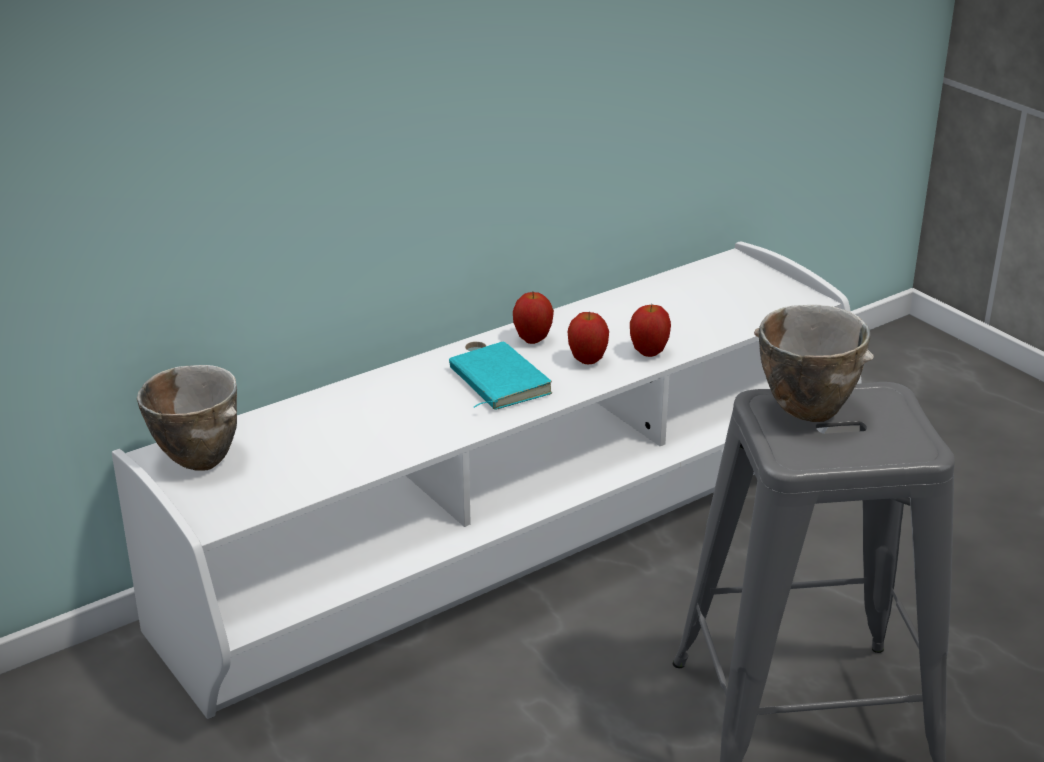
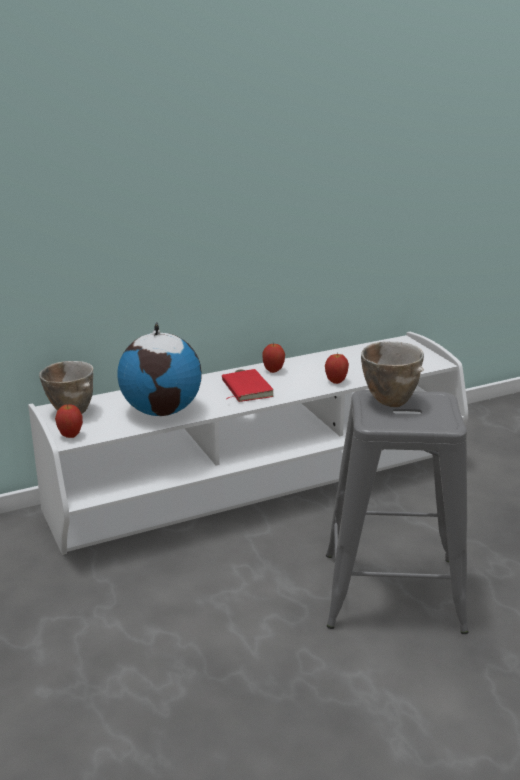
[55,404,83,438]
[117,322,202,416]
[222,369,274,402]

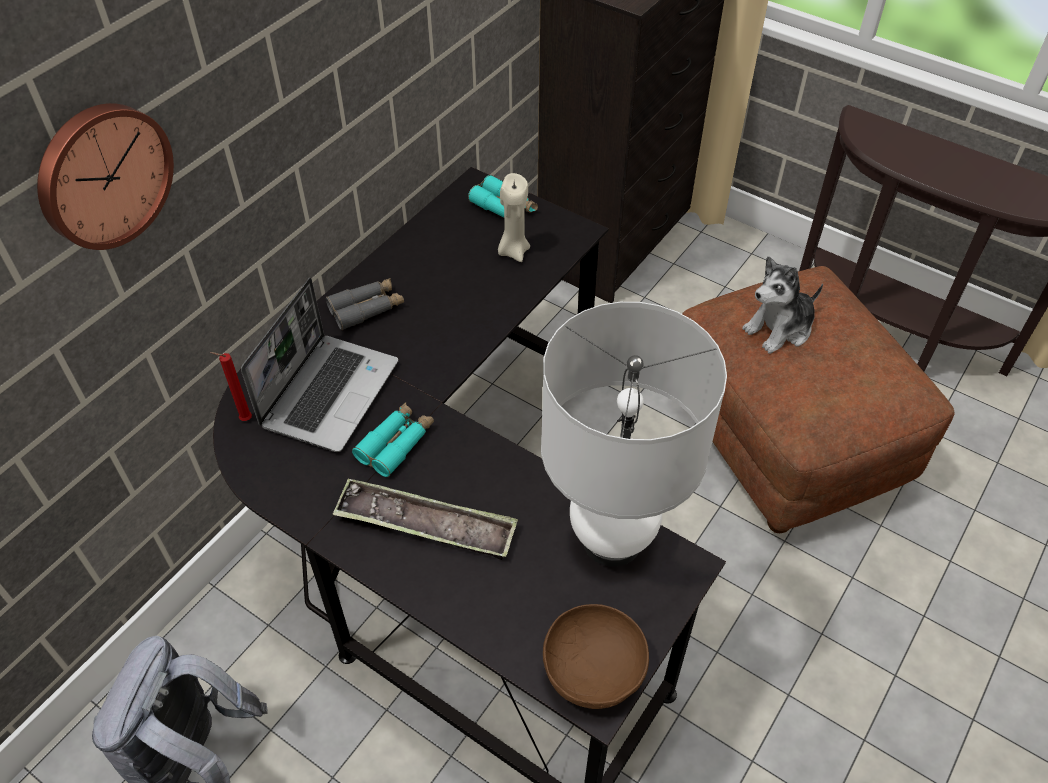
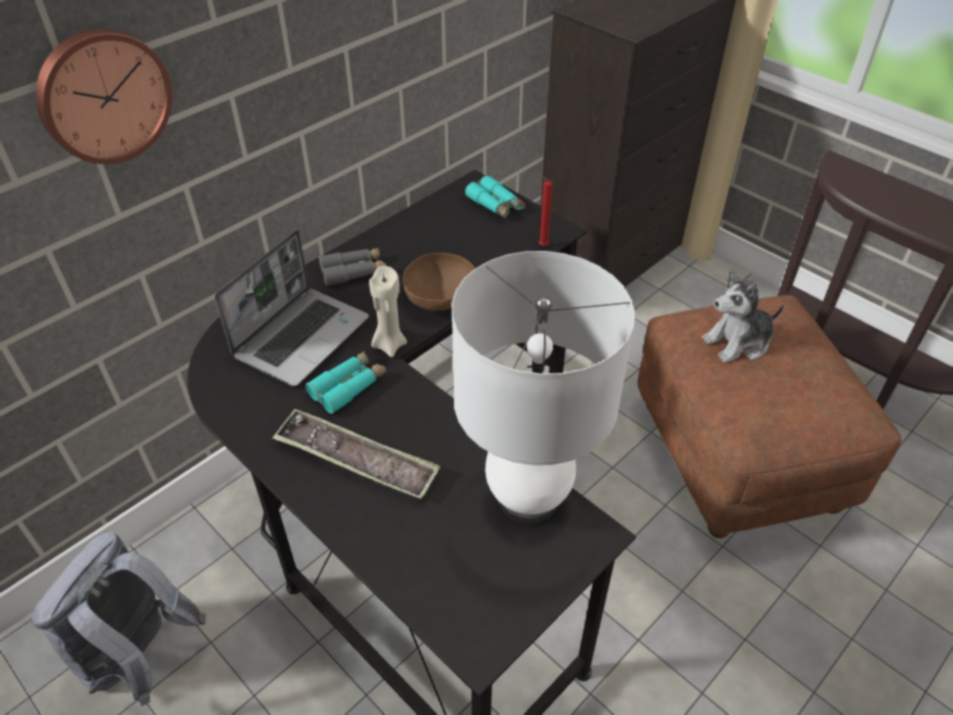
[369,266,407,357]
[403,253,475,311]
[539,176,553,246]

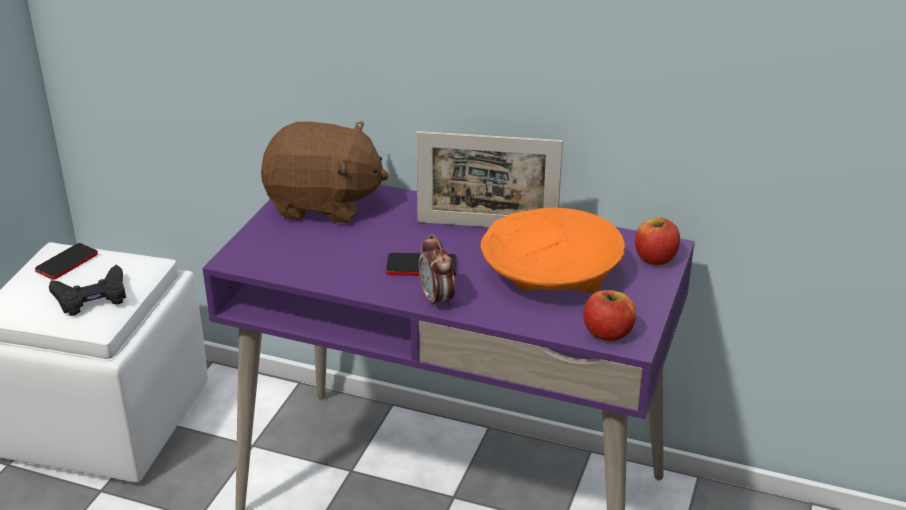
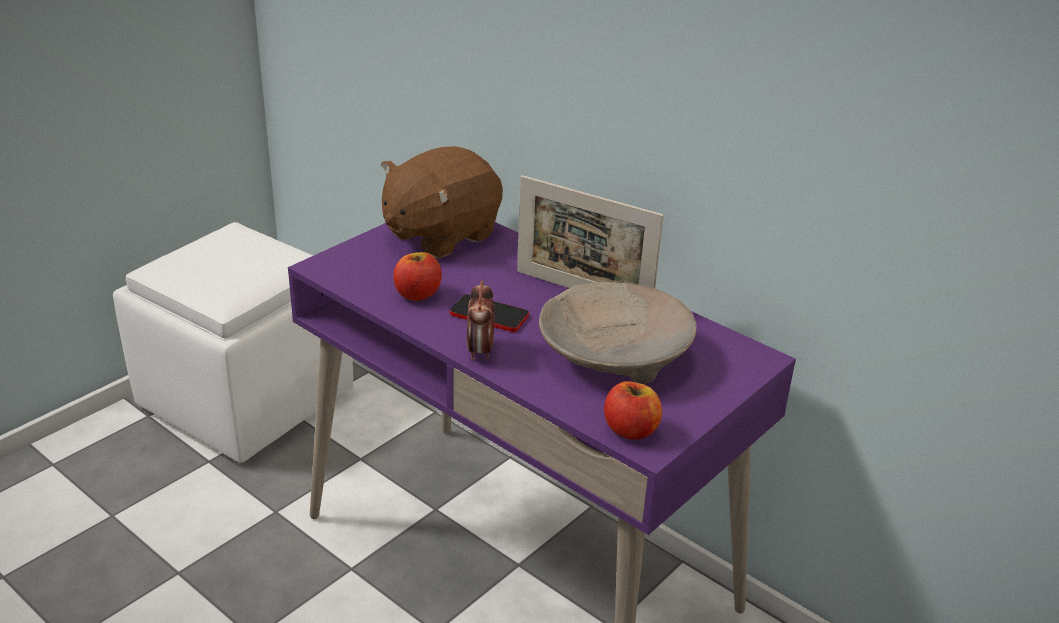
[381,146,503,258]
[393,252,442,301]
[539,282,697,384]
[35,243,98,280] (first image)
[49,265,126,316] (first image)

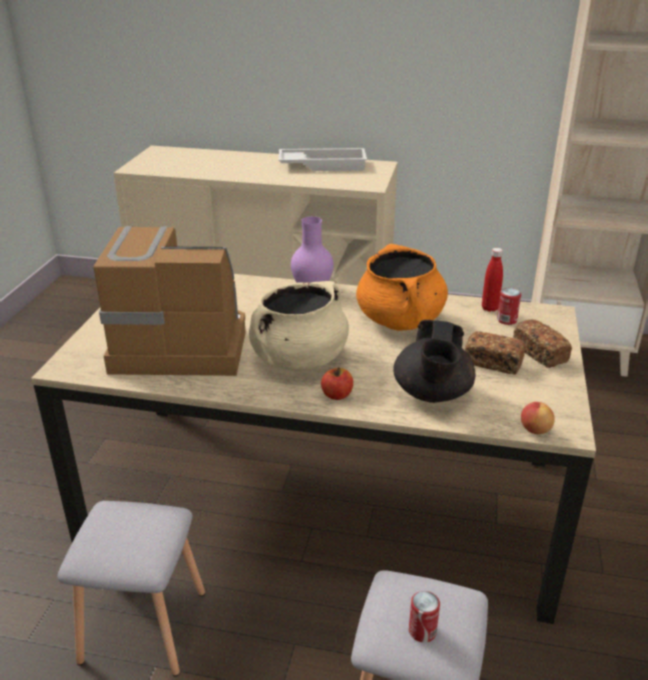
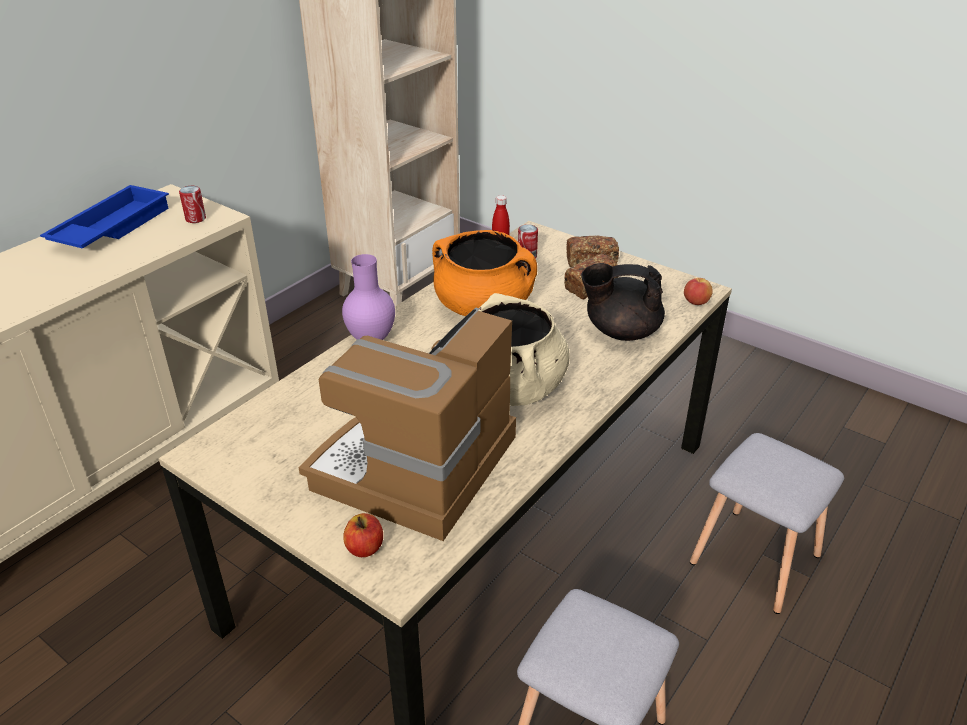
[40,185,169,249]
[179,186,206,223]
[343,513,383,557]
[582,263,665,341]

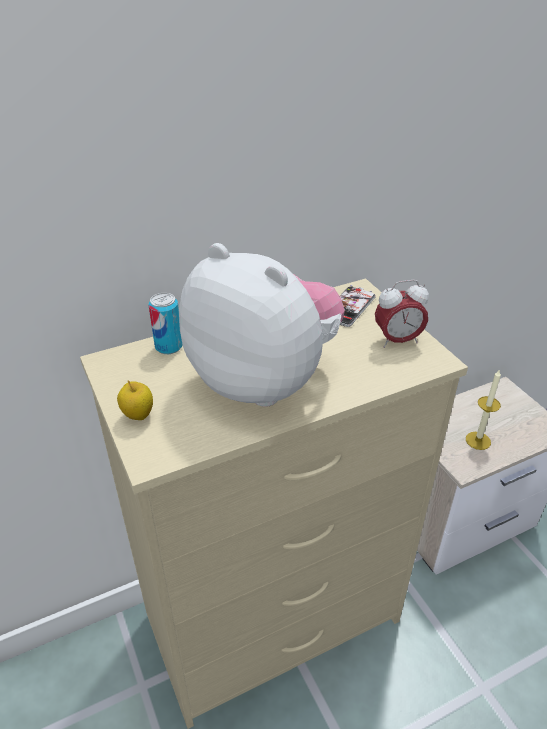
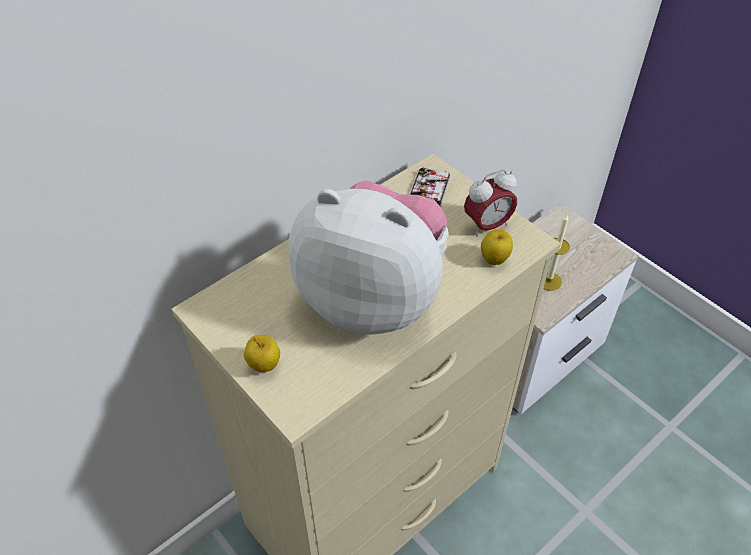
[481,229,513,265]
[148,293,183,354] (first image)

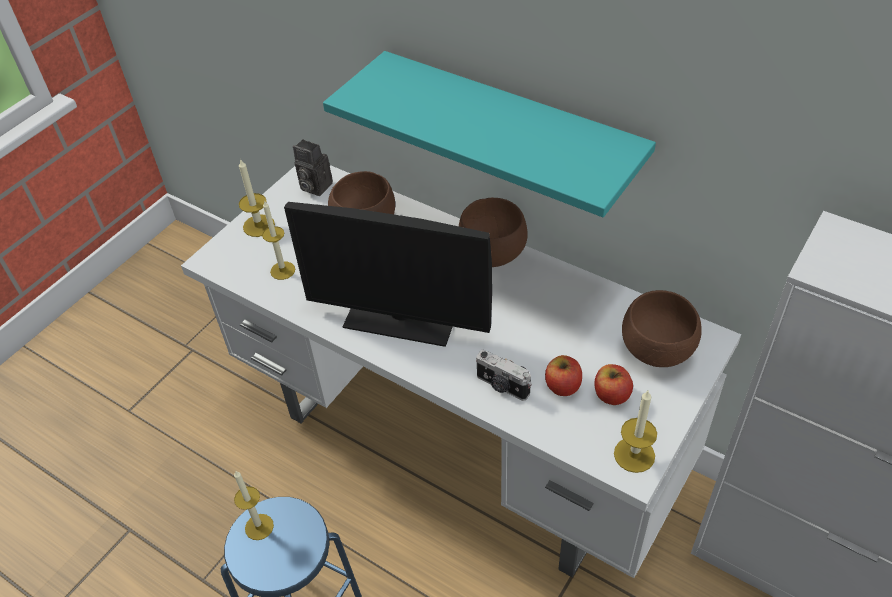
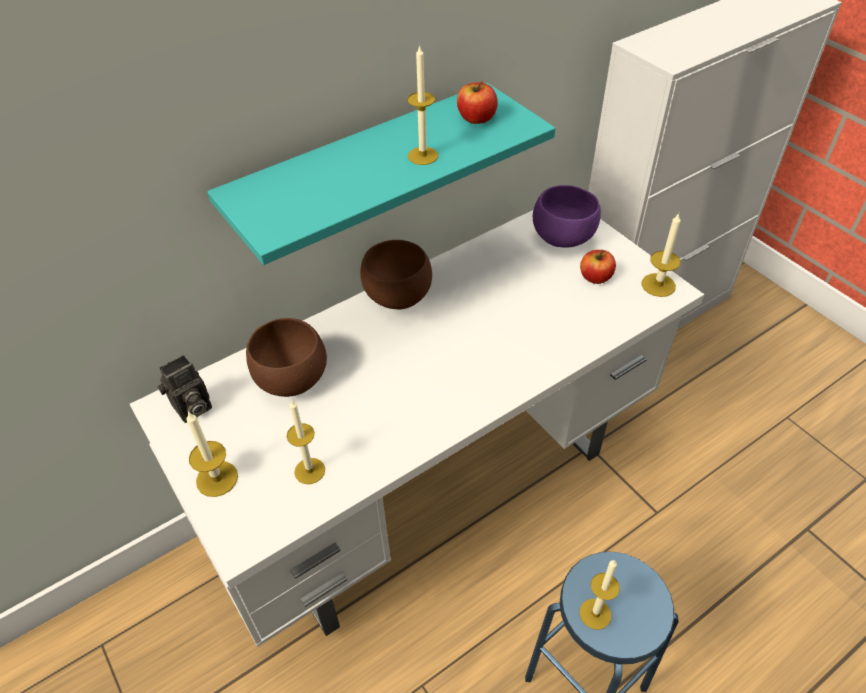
[408,45,438,165]
[457,81,498,124]
[533,185,601,247]
[284,202,492,347] (first image)
[476,350,532,401] (first image)

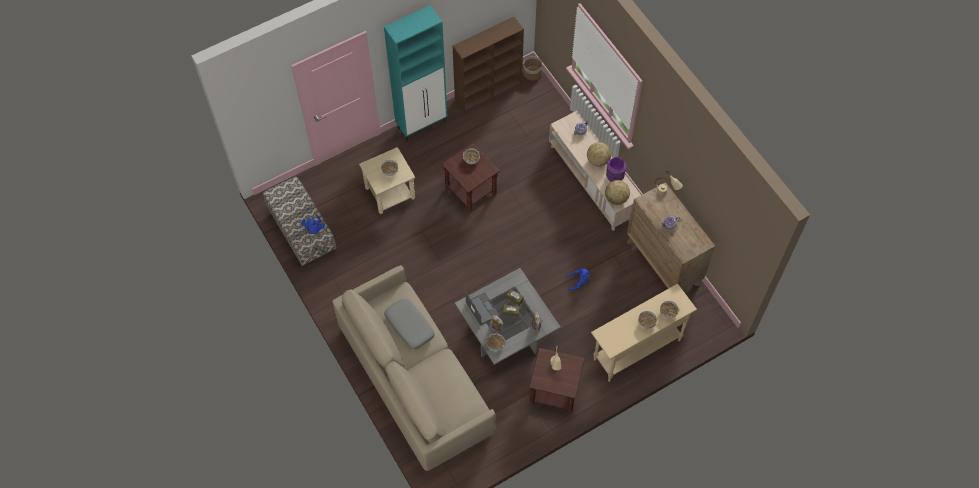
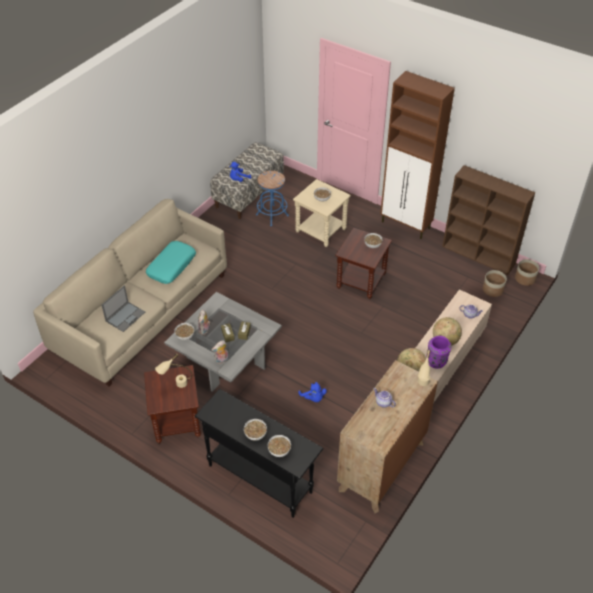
[102,285,145,332]
[146,241,196,284]
[194,389,324,518]
[256,171,289,226]
[380,71,455,239]
[483,270,507,297]

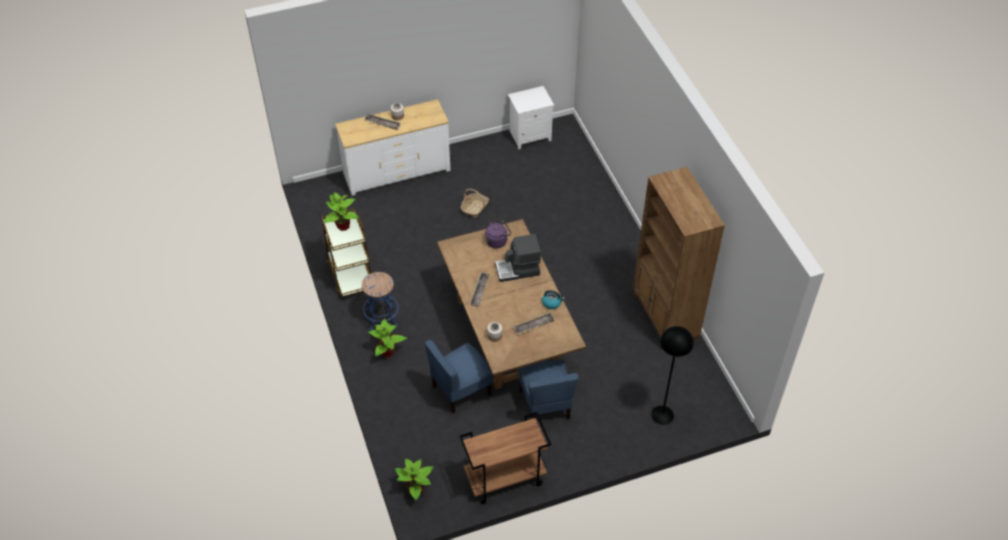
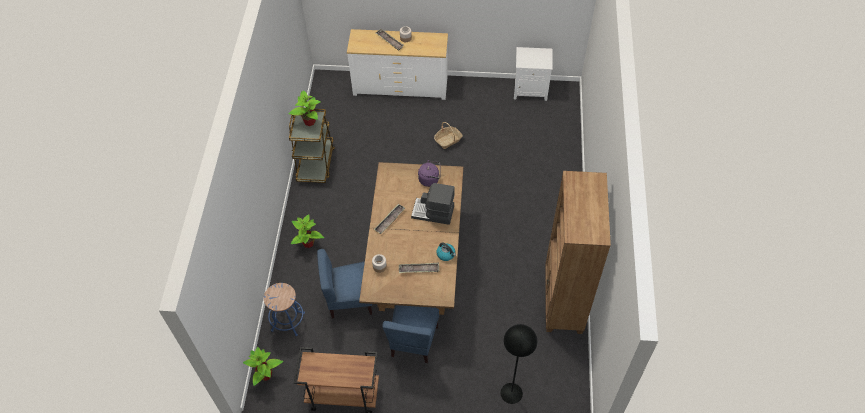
[264,283,305,336]

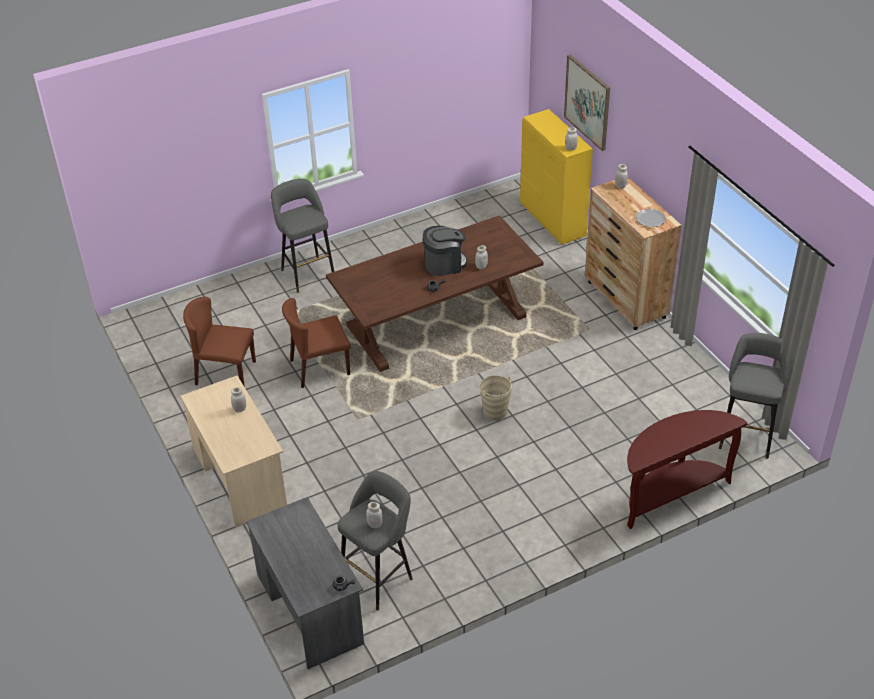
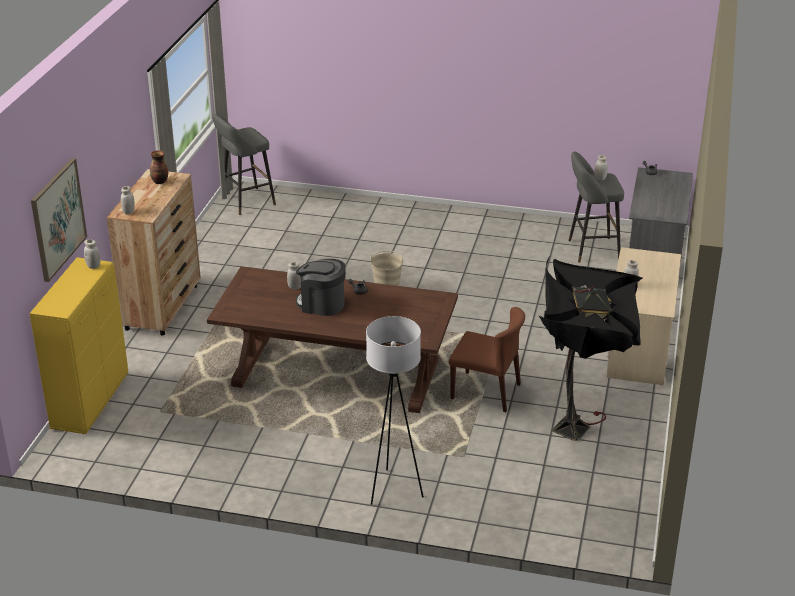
[150,151,168,184]
[366,316,424,505]
[539,256,642,441]
[627,410,748,529] (first image)

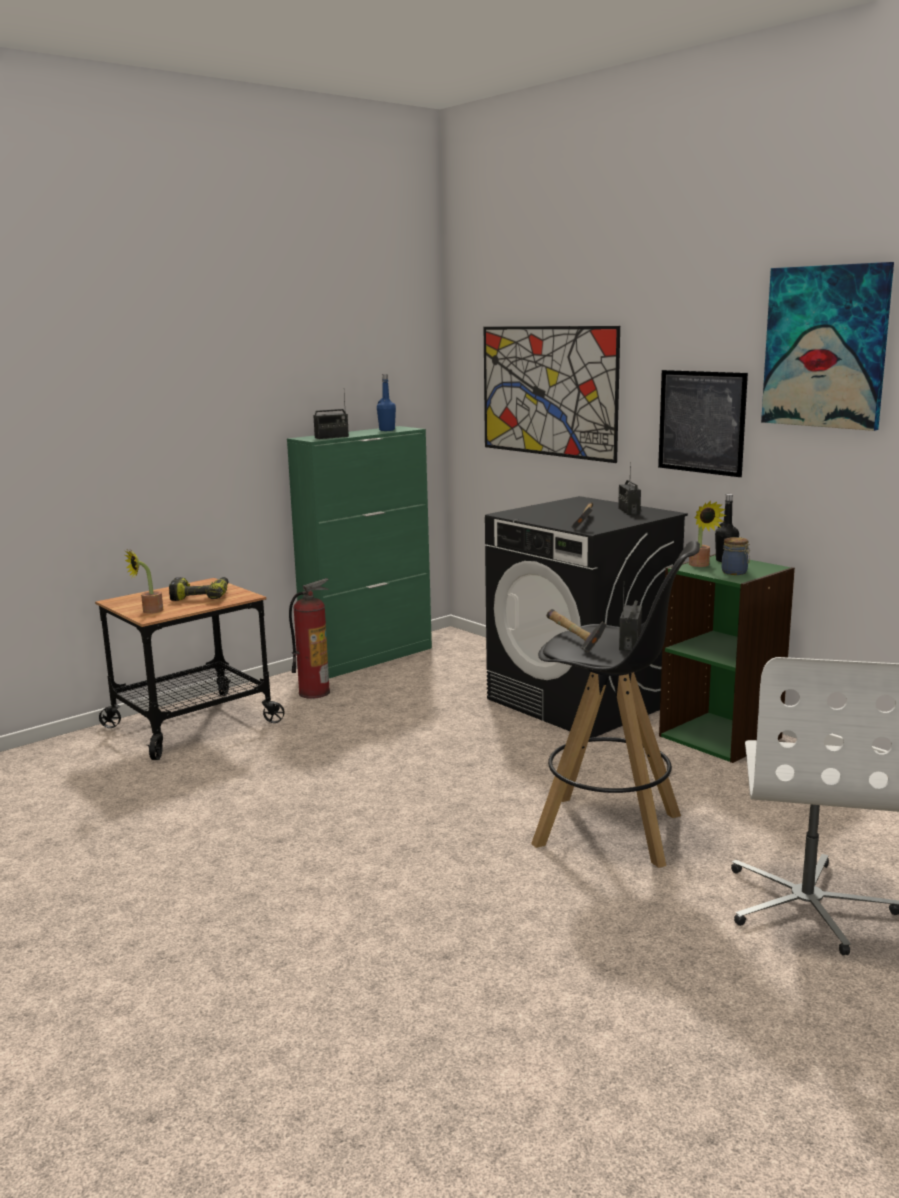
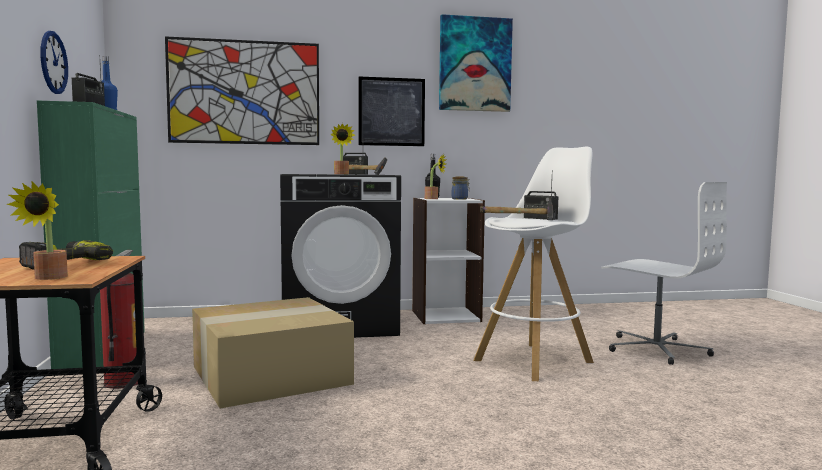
[40,31,68,94]
[192,297,354,408]
[330,123,355,174]
[412,198,485,324]
[474,146,594,381]

